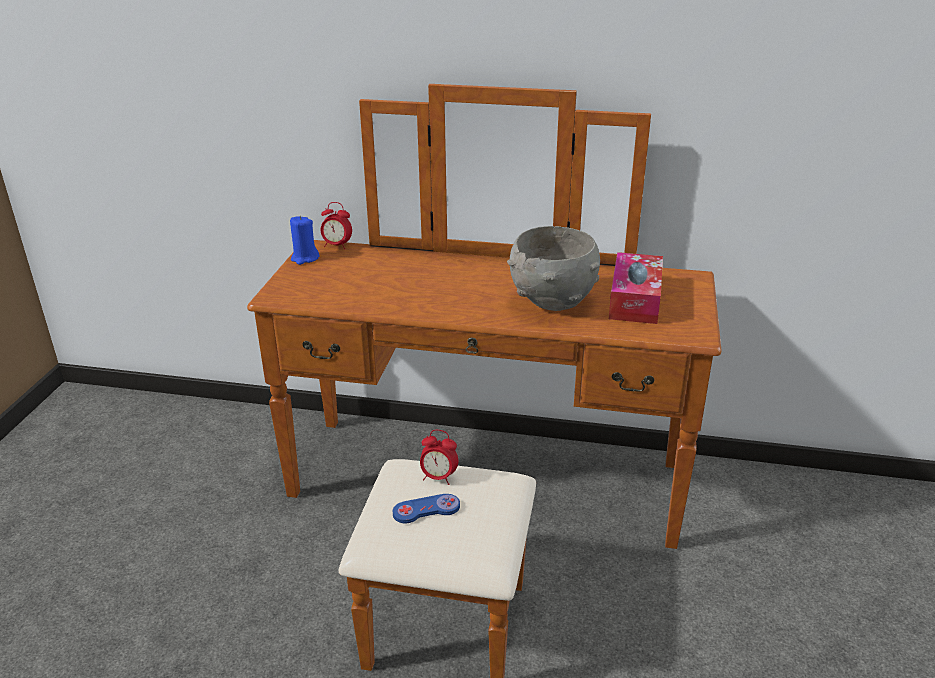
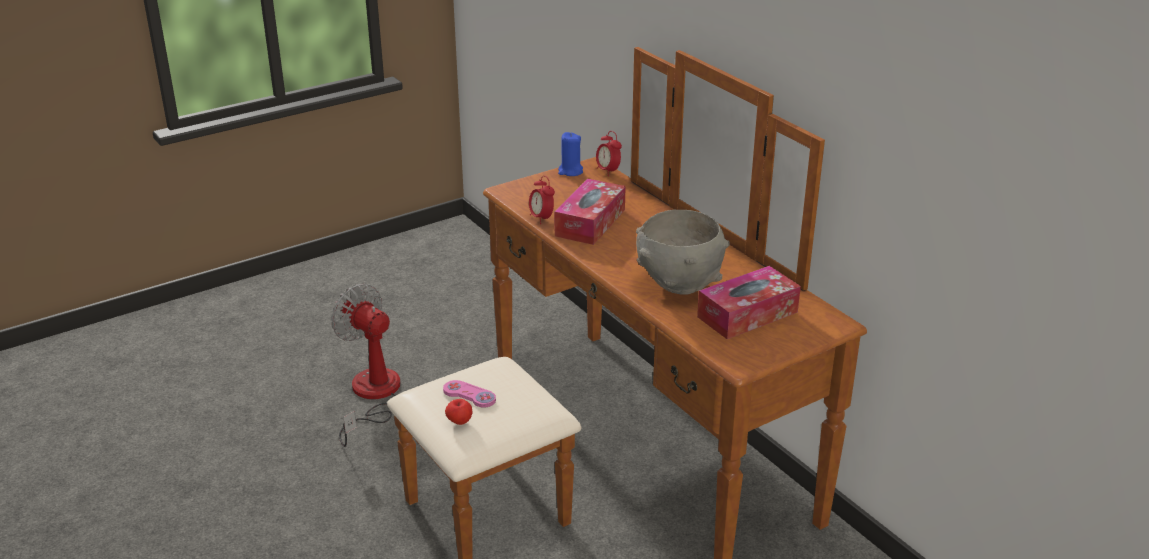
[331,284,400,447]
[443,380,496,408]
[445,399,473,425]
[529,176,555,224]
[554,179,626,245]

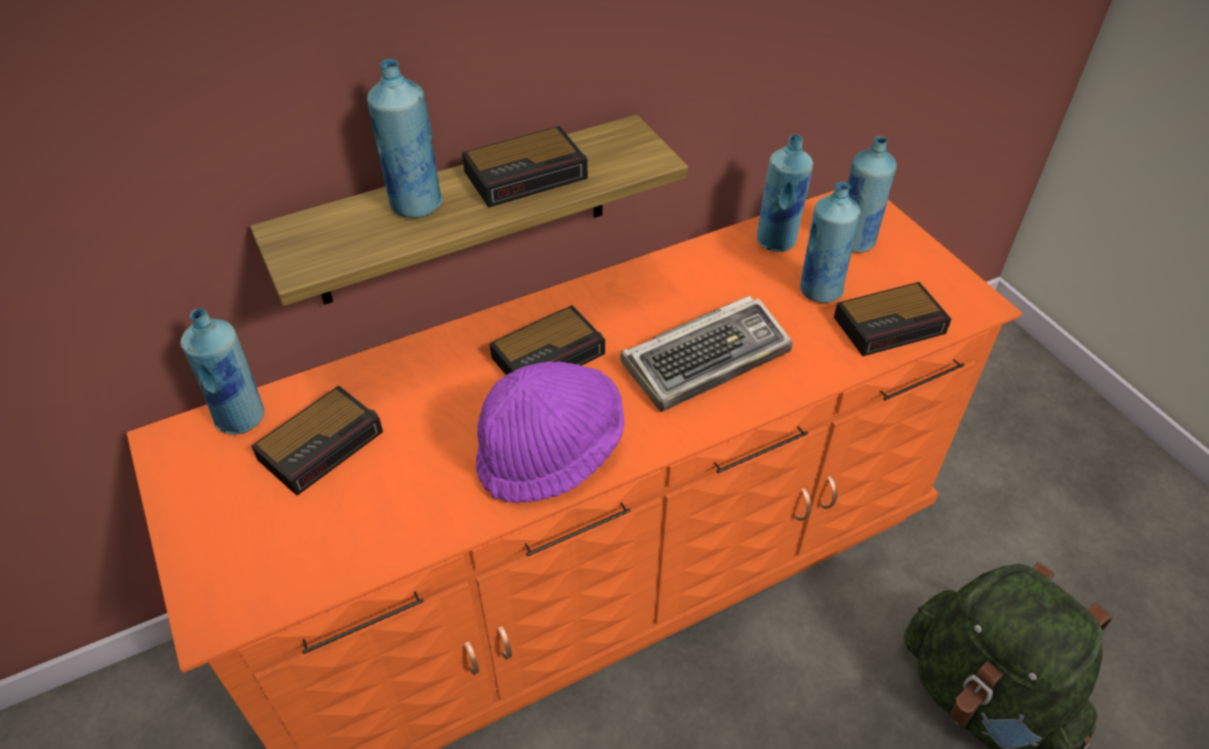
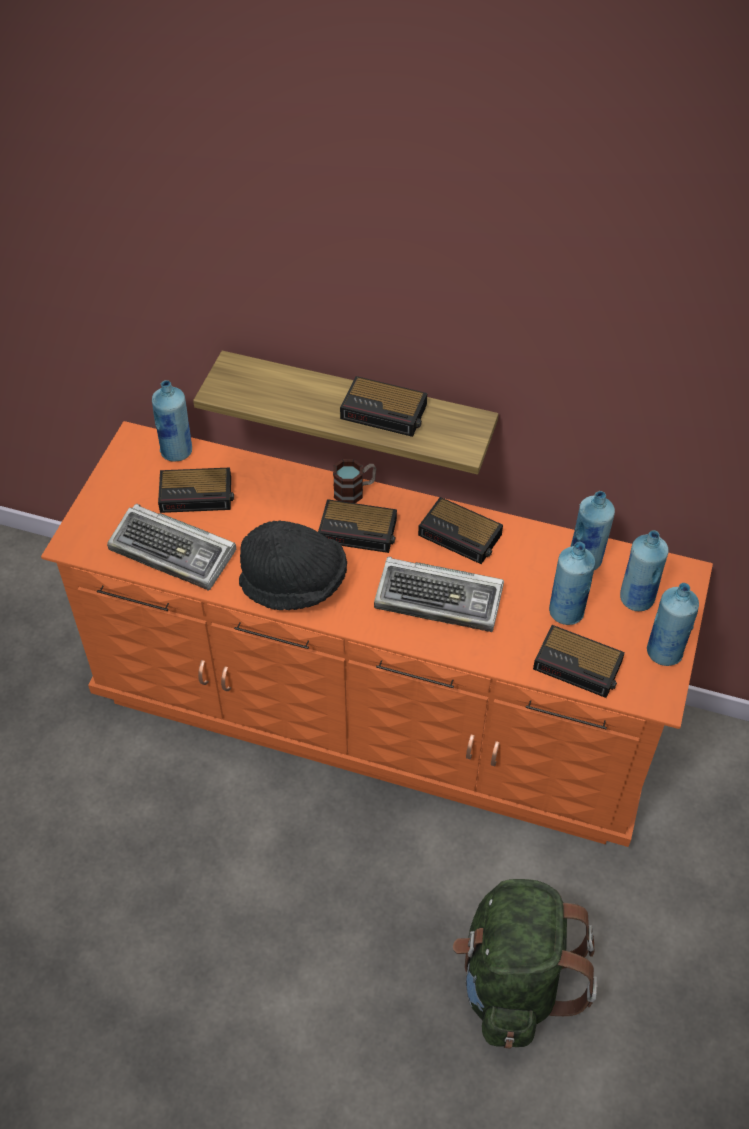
[107,504,236,591]
[239,521,347,610]
[333,459,376,503]
[418,497,503,564]
[647,583,699,666]

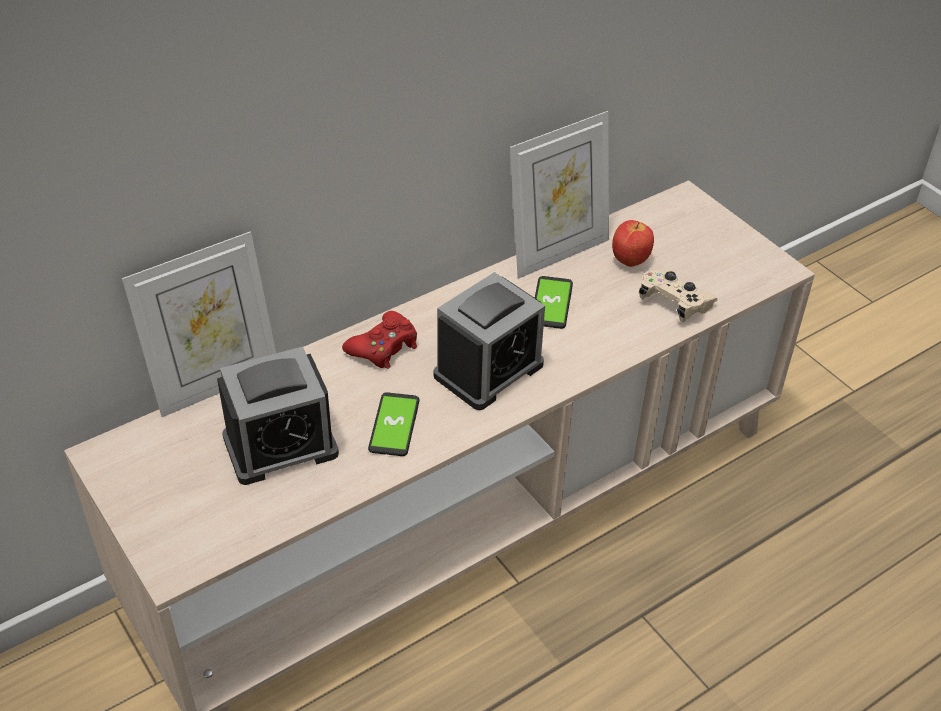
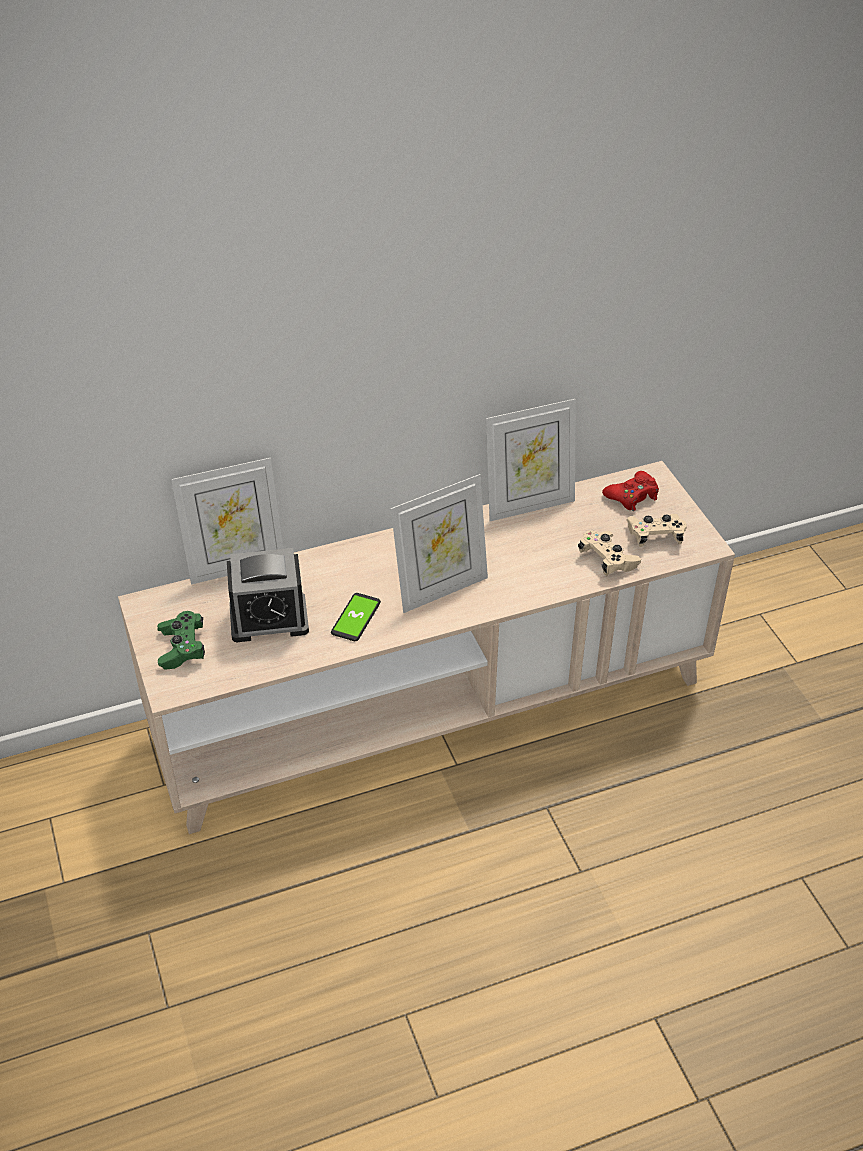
[157,611,205,670]
[391,474,488,613]
[602,471,659,511]
[626,514,687,547]
[535,276,573,329] (first image)
[612,220,654,267] (first image)

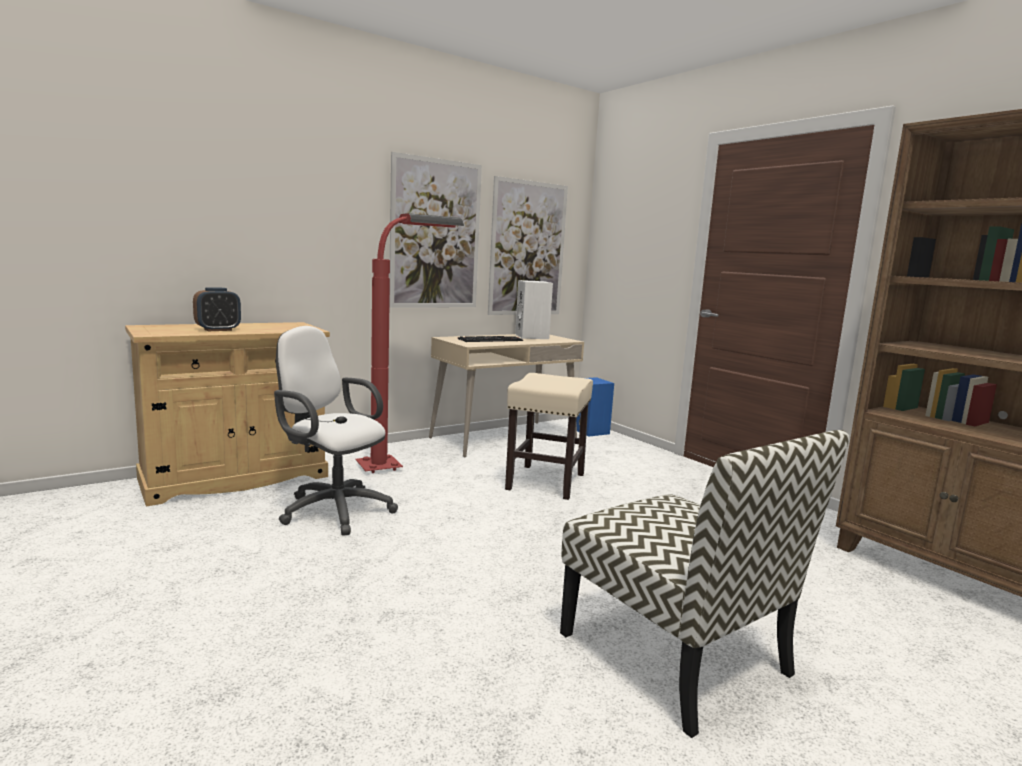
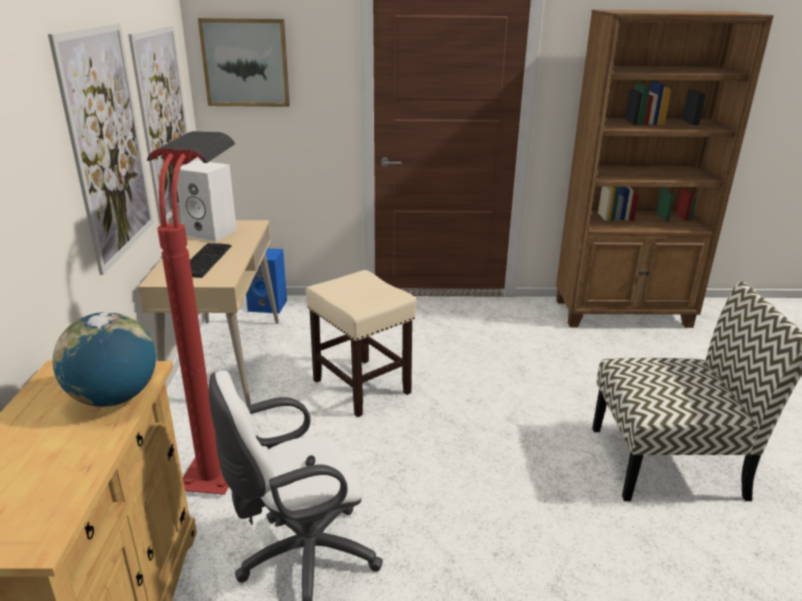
[53,312,156,407]
[198,18,290,107]
[193,287,241,331] (first image)

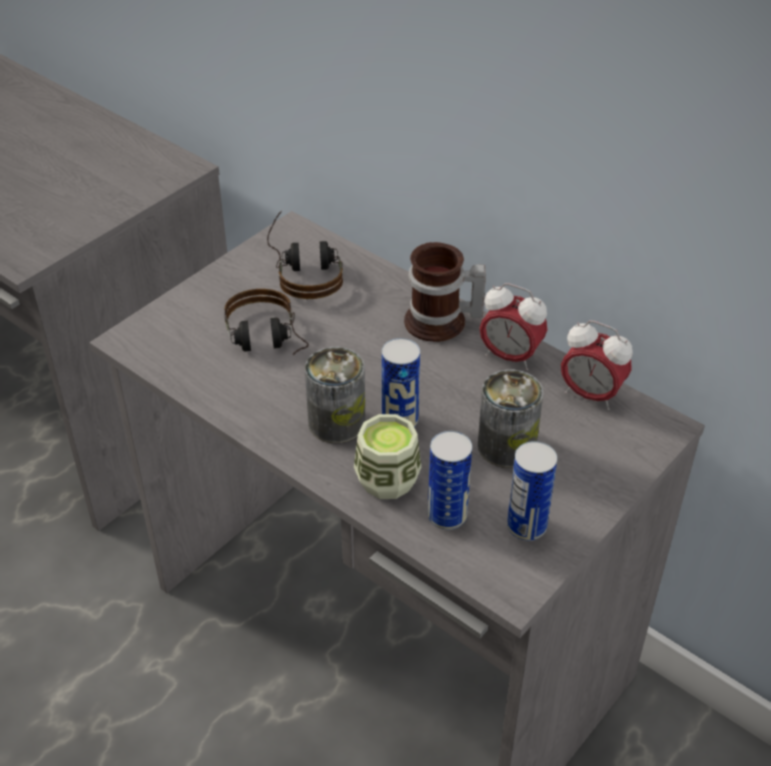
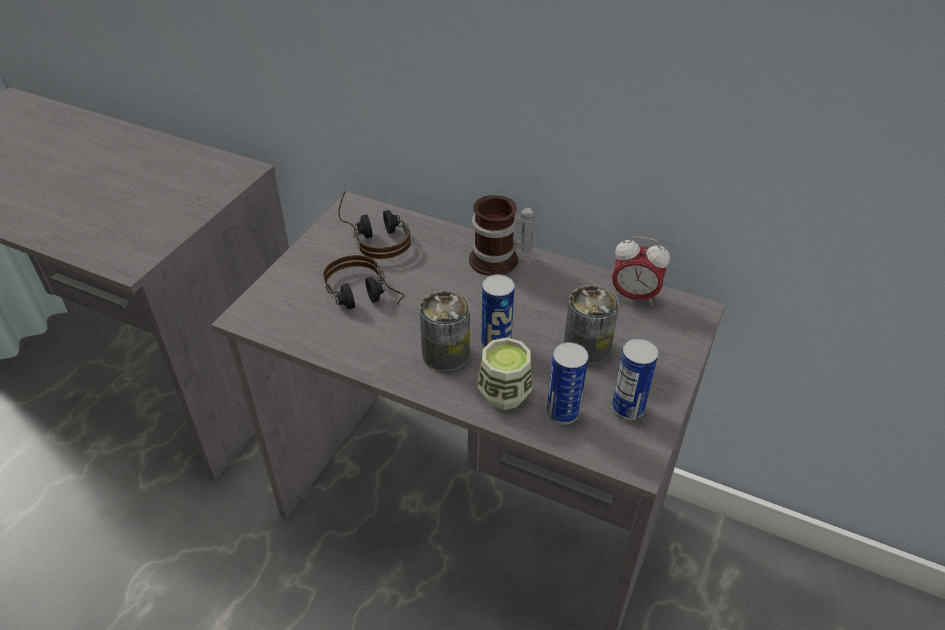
[479,283,547,371] (first image)

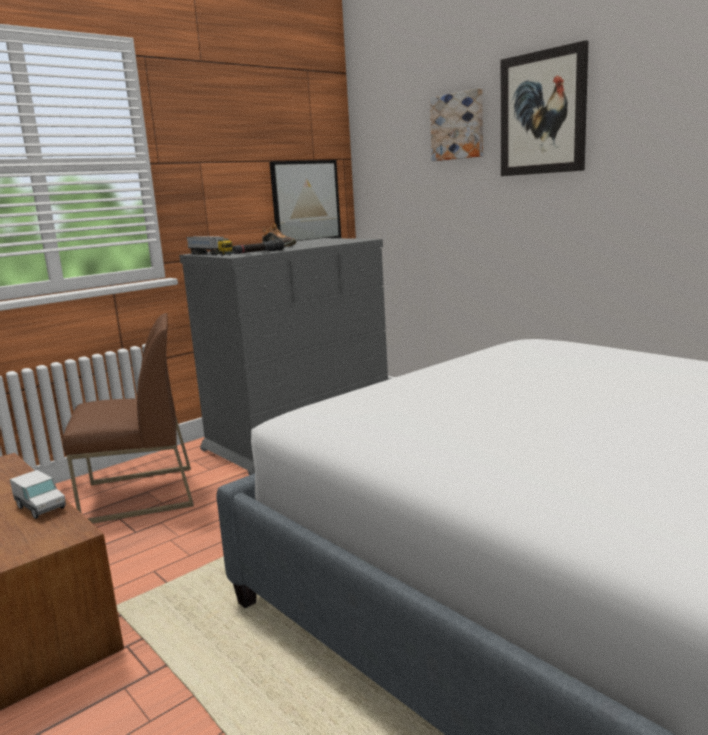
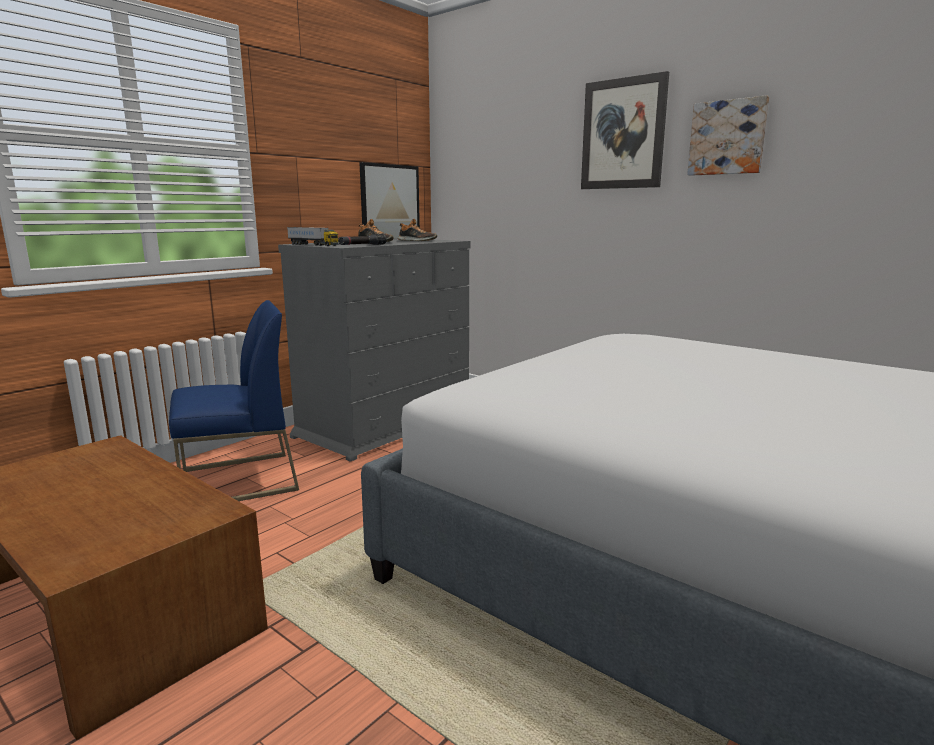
[169,300,299,501]
[398,219,437,241]
[687,95,769,176]
[10,470,66,519] (first image)

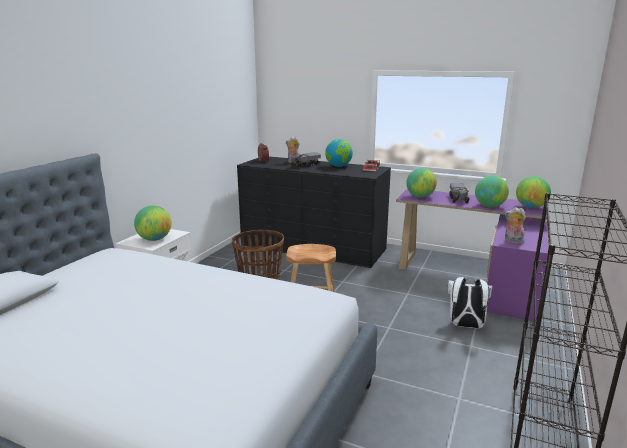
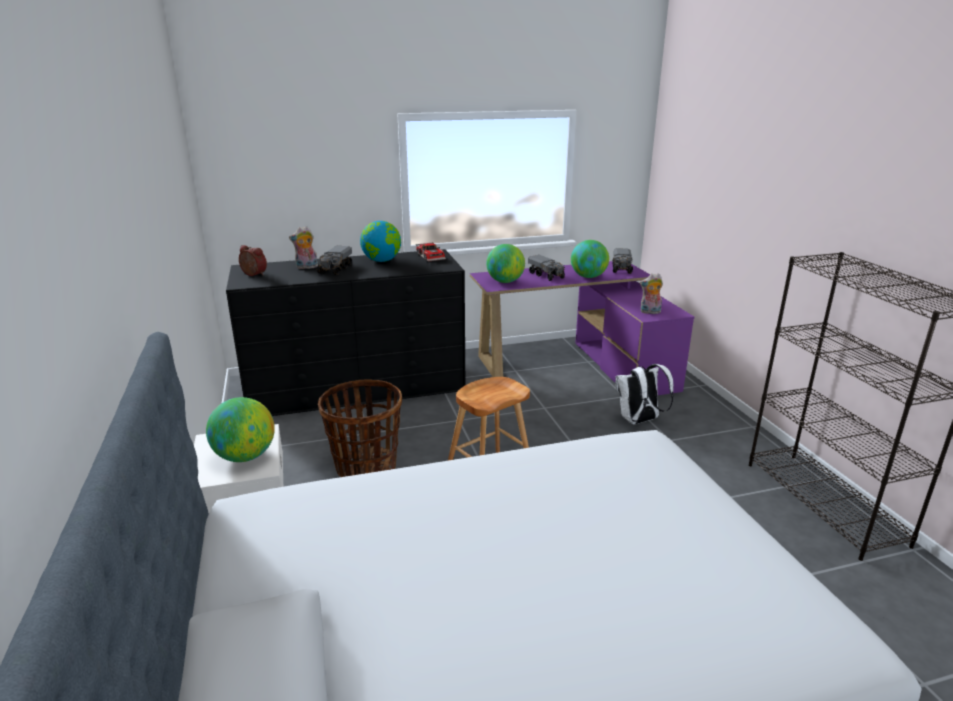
[612,248,633,274]

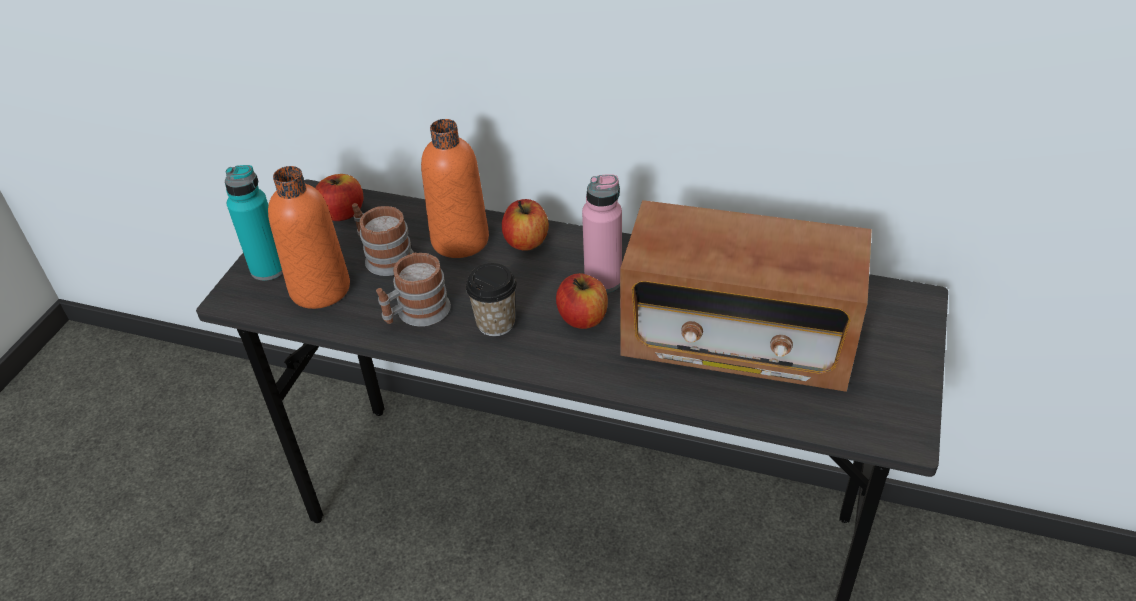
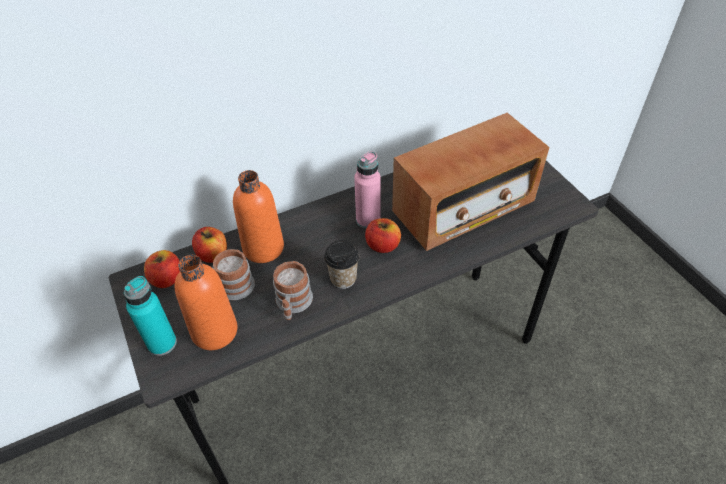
[192,227,227,263]

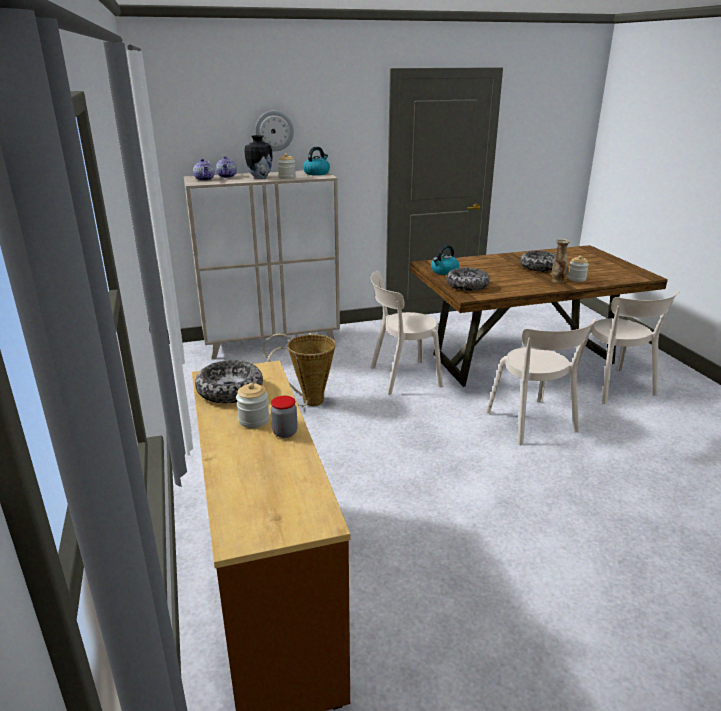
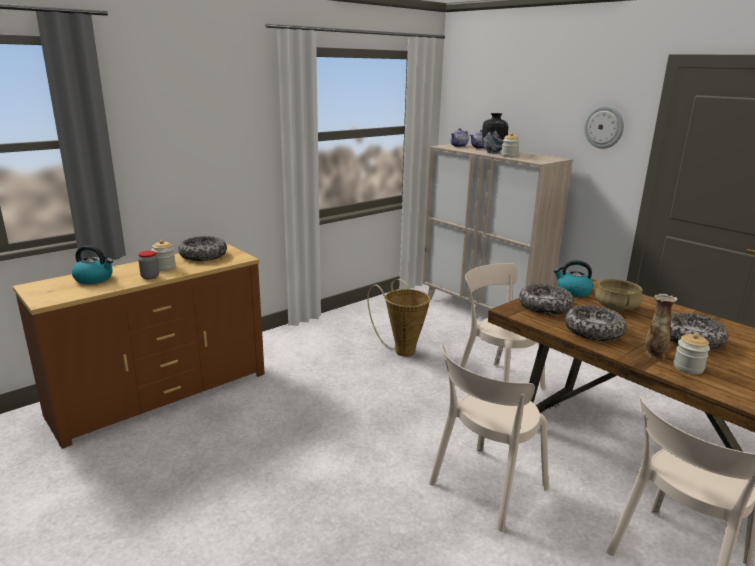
[72,245,113,284]
[565,305,627,341]
[584,105,624,149]
[595,279,643,310]

